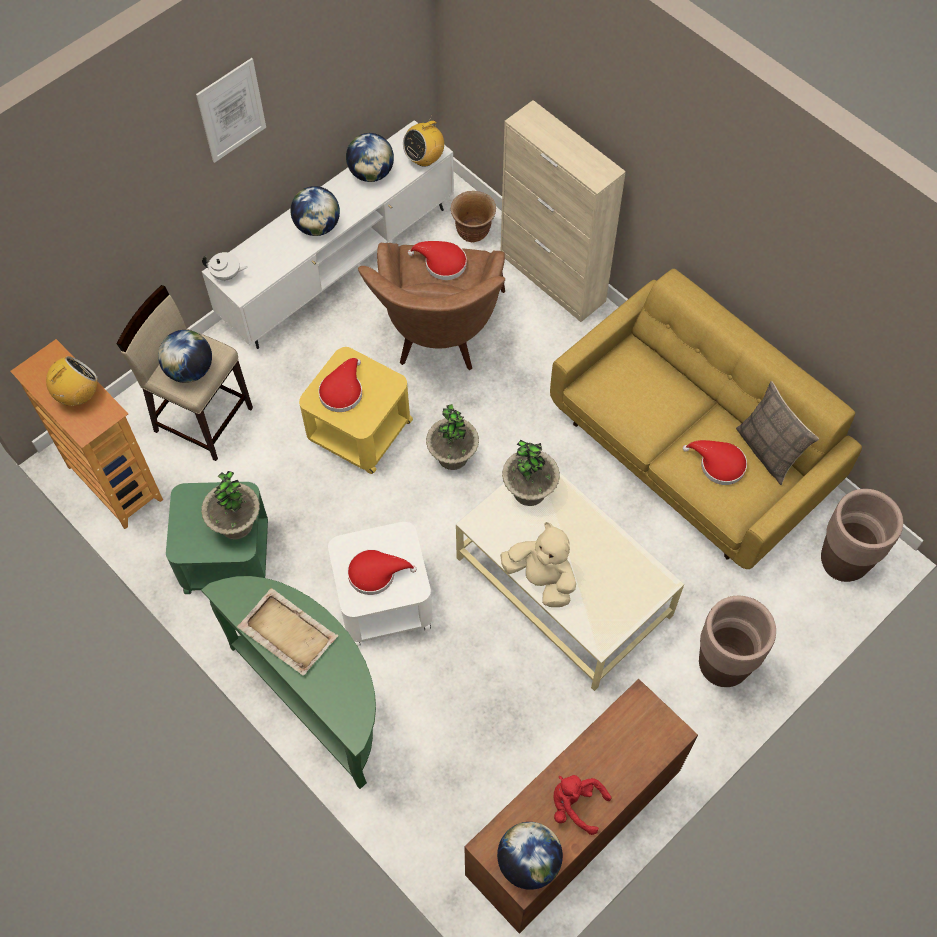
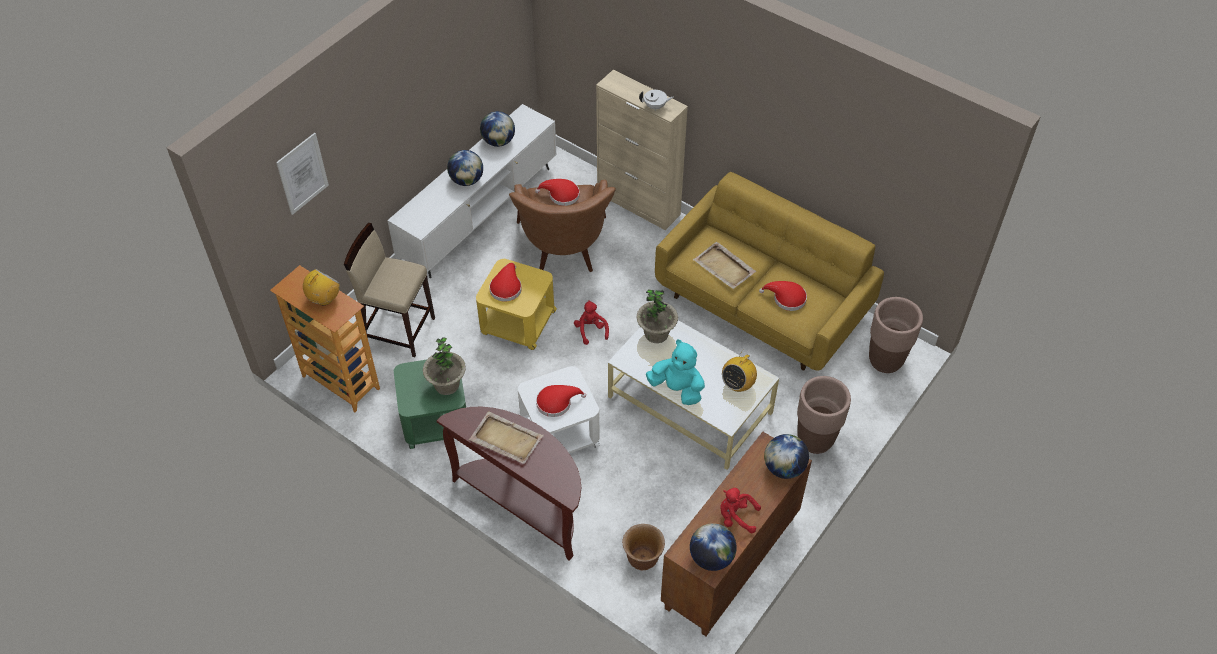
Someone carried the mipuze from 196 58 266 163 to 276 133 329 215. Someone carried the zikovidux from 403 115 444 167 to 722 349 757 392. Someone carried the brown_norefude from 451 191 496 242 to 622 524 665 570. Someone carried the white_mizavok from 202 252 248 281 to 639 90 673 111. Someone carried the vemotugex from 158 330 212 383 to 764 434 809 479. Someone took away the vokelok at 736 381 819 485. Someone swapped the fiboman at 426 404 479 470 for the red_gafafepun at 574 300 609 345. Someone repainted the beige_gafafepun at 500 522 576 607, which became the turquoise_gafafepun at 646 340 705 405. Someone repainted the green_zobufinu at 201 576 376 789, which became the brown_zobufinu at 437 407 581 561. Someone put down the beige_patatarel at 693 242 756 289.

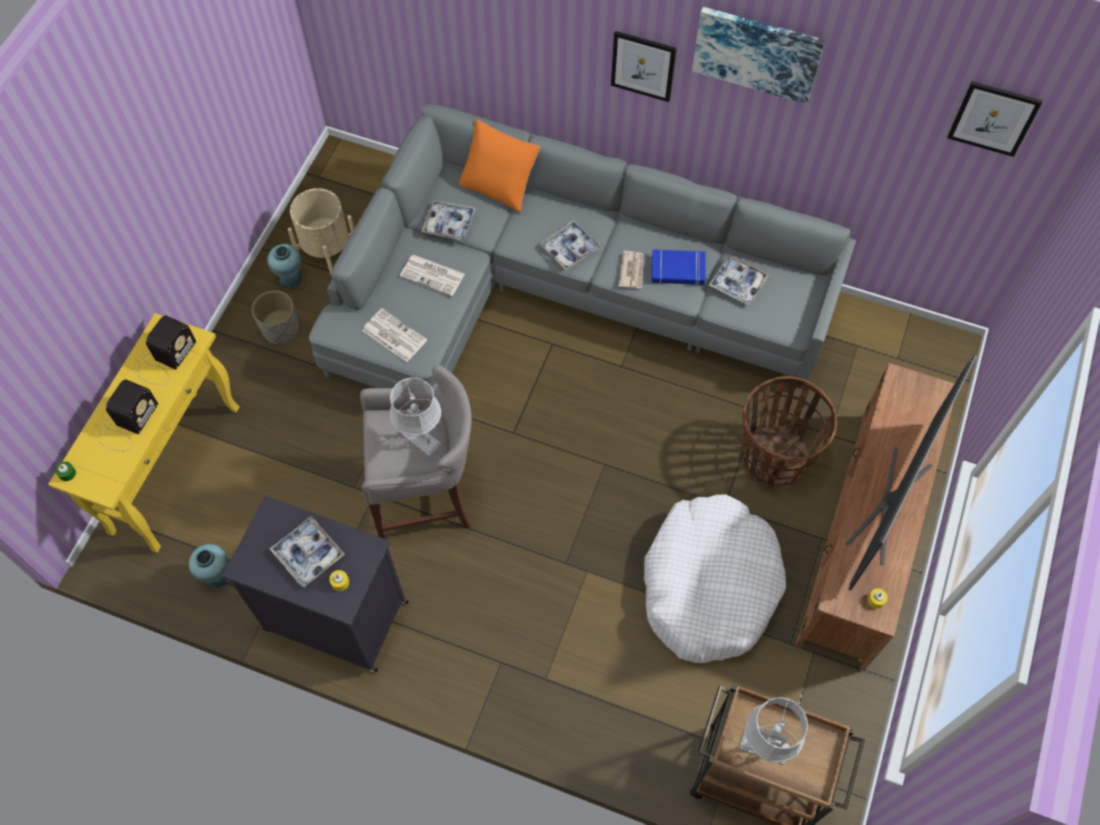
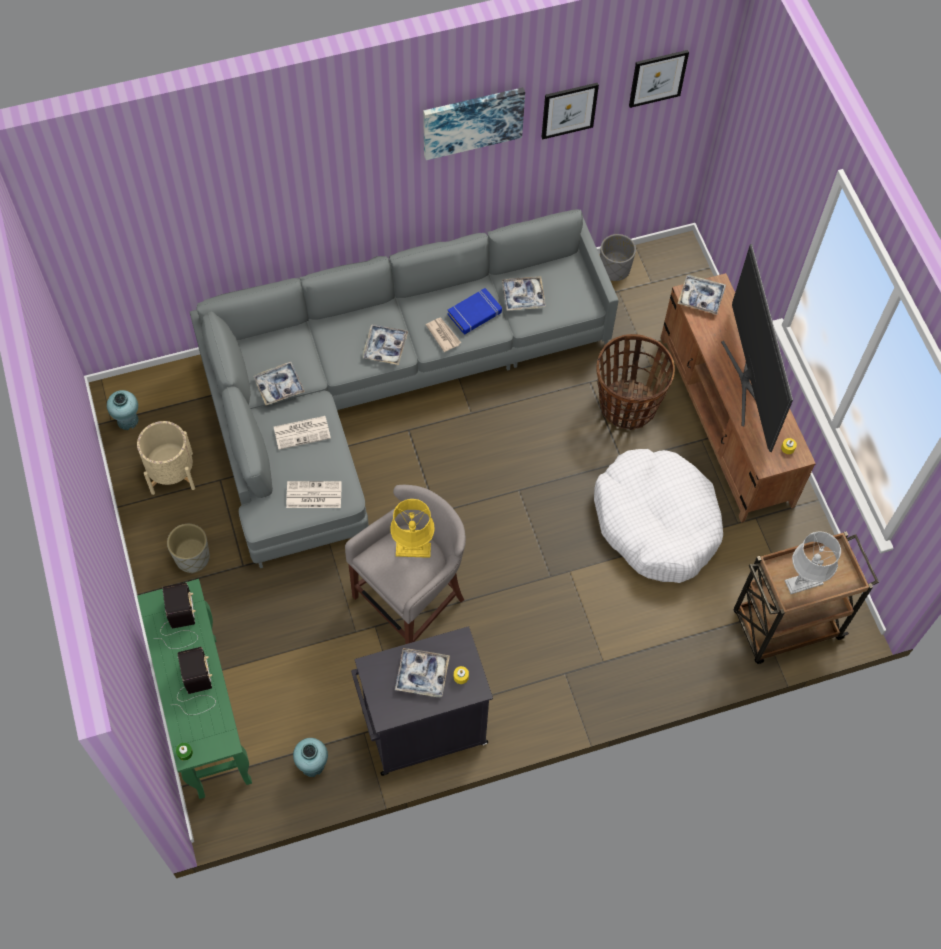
Someone carried the mipuze from 611 31 677 102 to 542 83 599 140. Someone took away the orange_vokelok at 459 119 540 212. Someone carried the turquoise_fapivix from 267 244 302 288 to 107 390 139 430. Someone repainted the yellow_zobufinu at 48 313 240 553, which became the green_zobufinu at 137 579 252 799. Someone repainted the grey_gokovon at 390 377 442 457, which became the yellow_gokovon at 390 499 434 558. Someone put down the grey_norefude at 600 234 636 281. Someone put down the patatarel at 677 275 726 315.

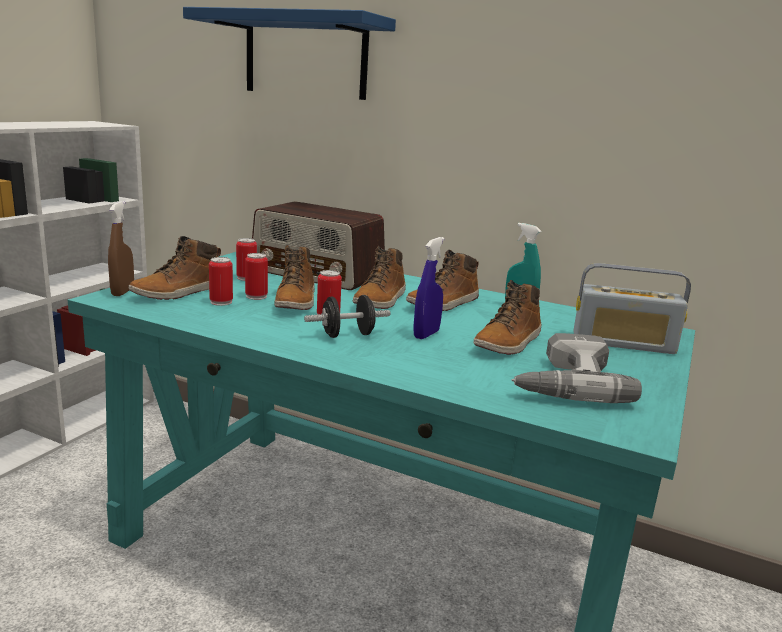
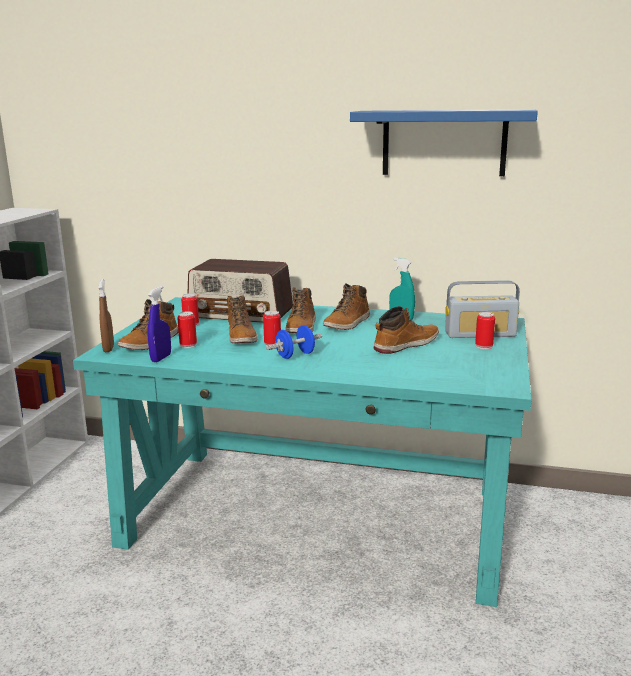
Someone carried the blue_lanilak from 183 7 396 100 to 350 109 538 176. Someone carried the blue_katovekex from 413 237 445 339 to 148 286 171 362. Someone carried the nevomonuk from 245 253 268 300 to 475 312 495 350. Someone rotated the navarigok at 473 280 542 355 by 150 degrees counterclockwise. Someone repainted the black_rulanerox at 304 295 391 338, which became the blue_rulanerox at 266 325 322 359. Someone took away the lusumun at 512 333 642 403.

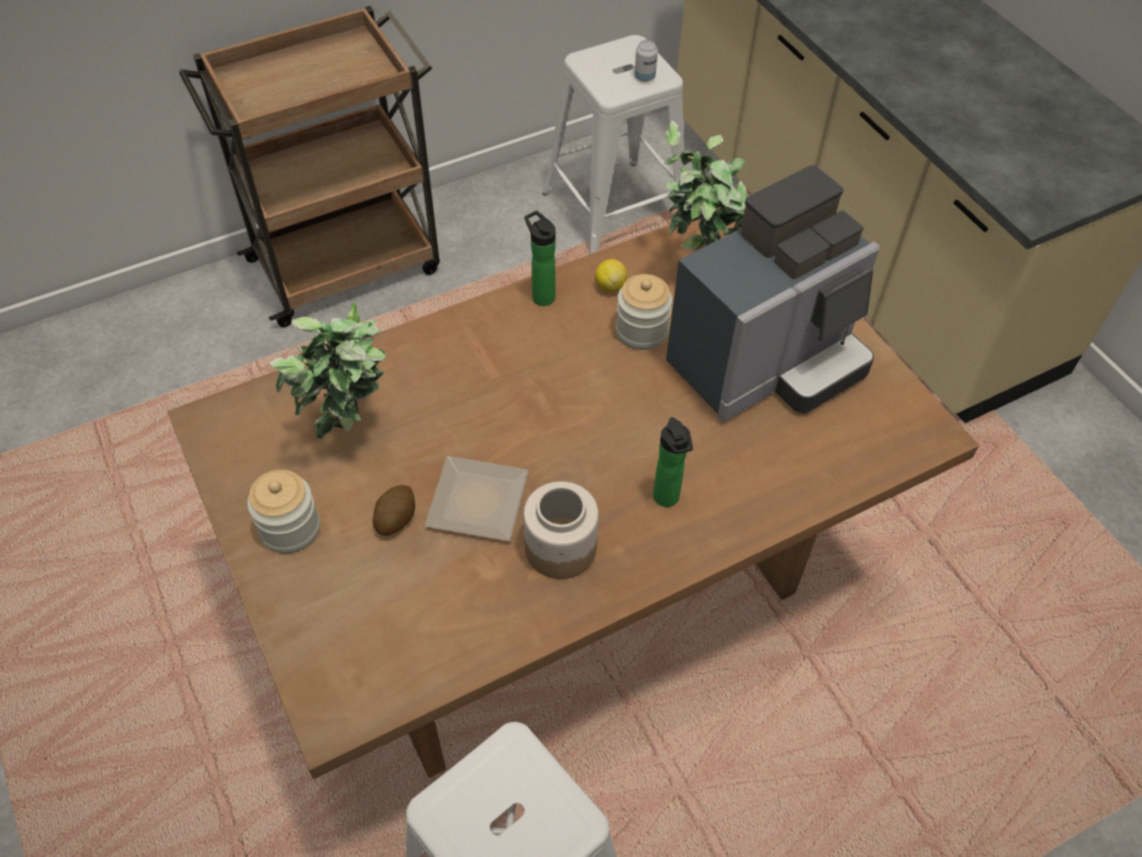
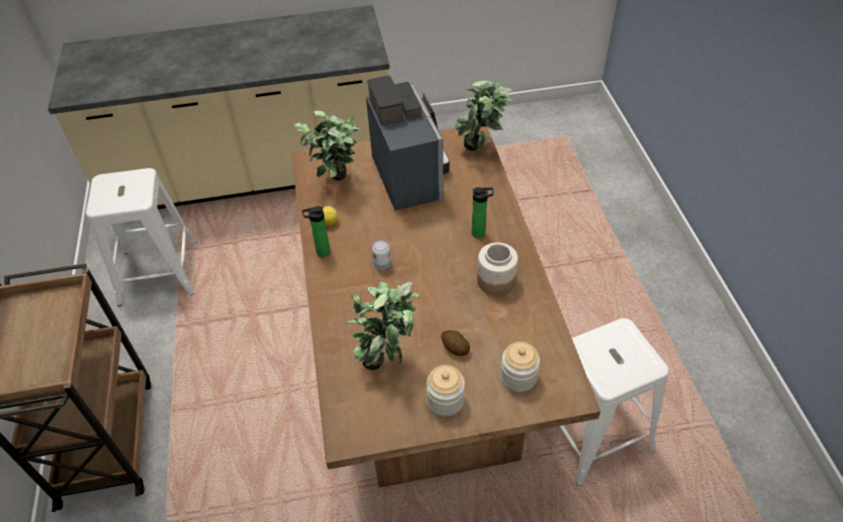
Someone carried the nevomonuk from 634 40 658 82 to 372 240 391 270. Someone carried the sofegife from 616 274 672 350 to 500 342 540 392. Someone took away the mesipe at 425 456 529 541. Someone put down the fiboman at 453 80 512 151.

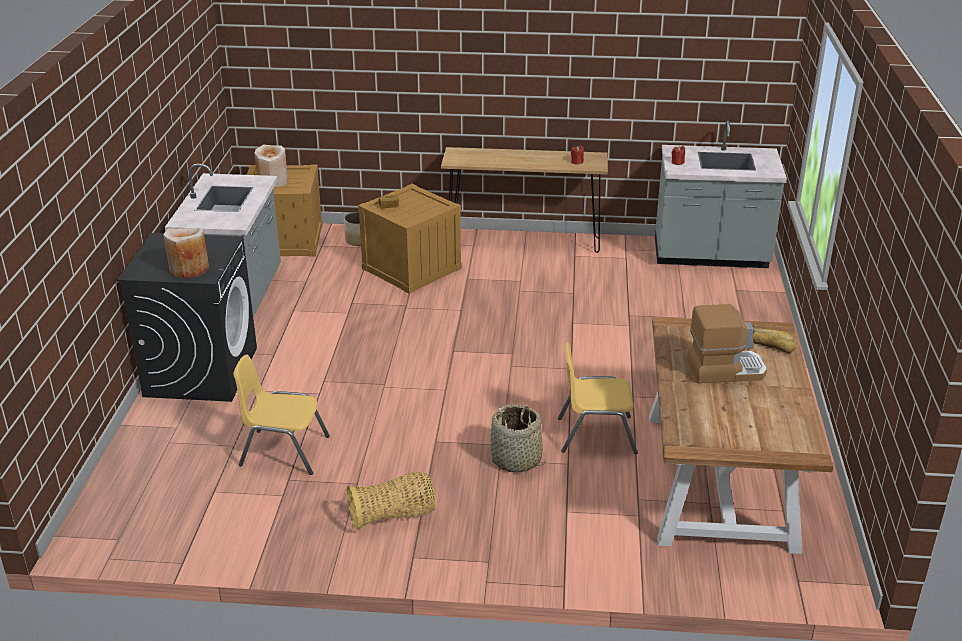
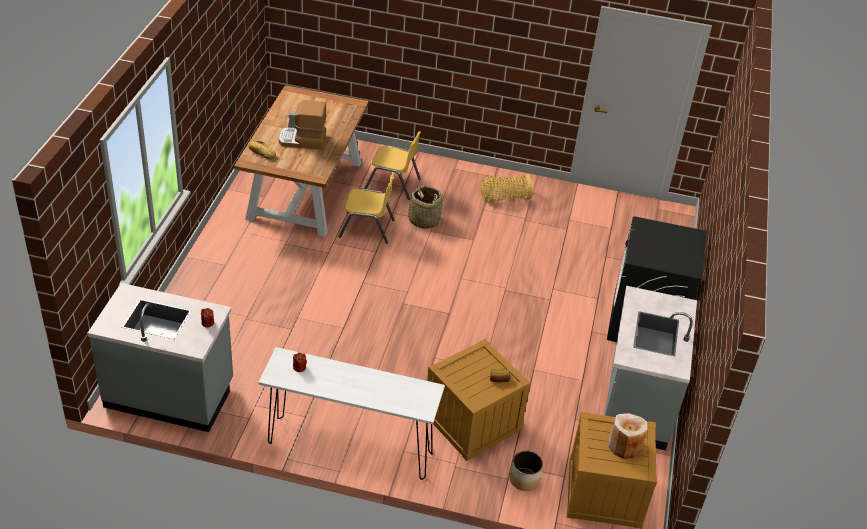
Someone repainted the brown_zobufinu at 441 147 608 253, which became the white_zobufinu at 258 347 445 480. Someone took away the beige_fapivix at 163 228 209 278. Someone carried the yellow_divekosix from 233 355 330 475 to 364 131 421 200.

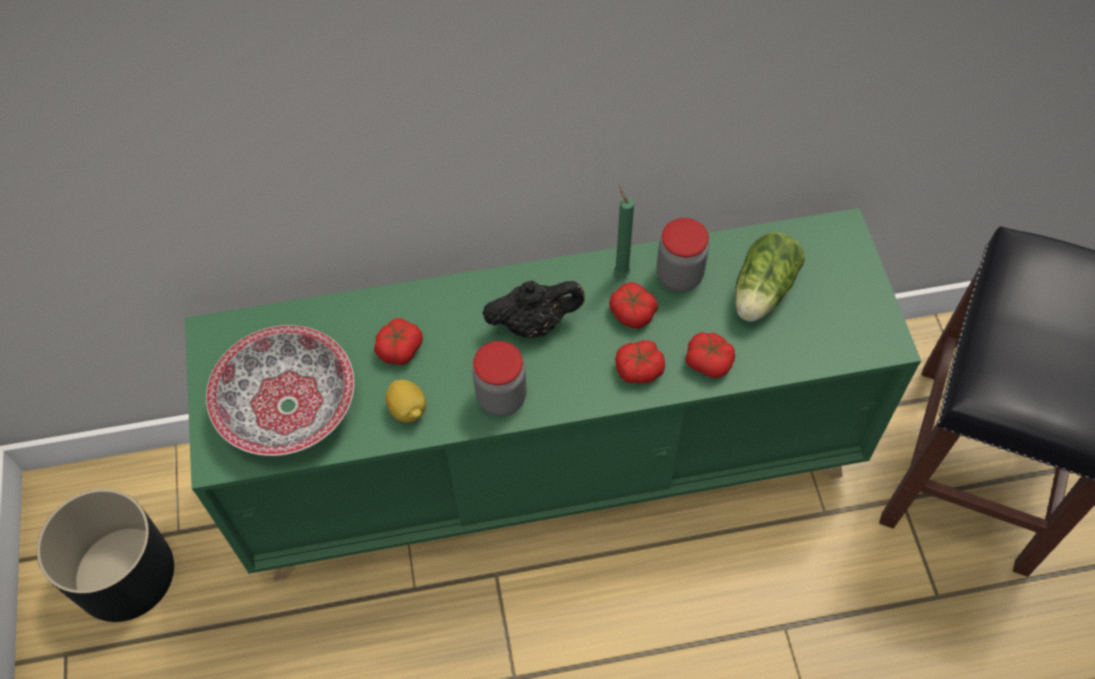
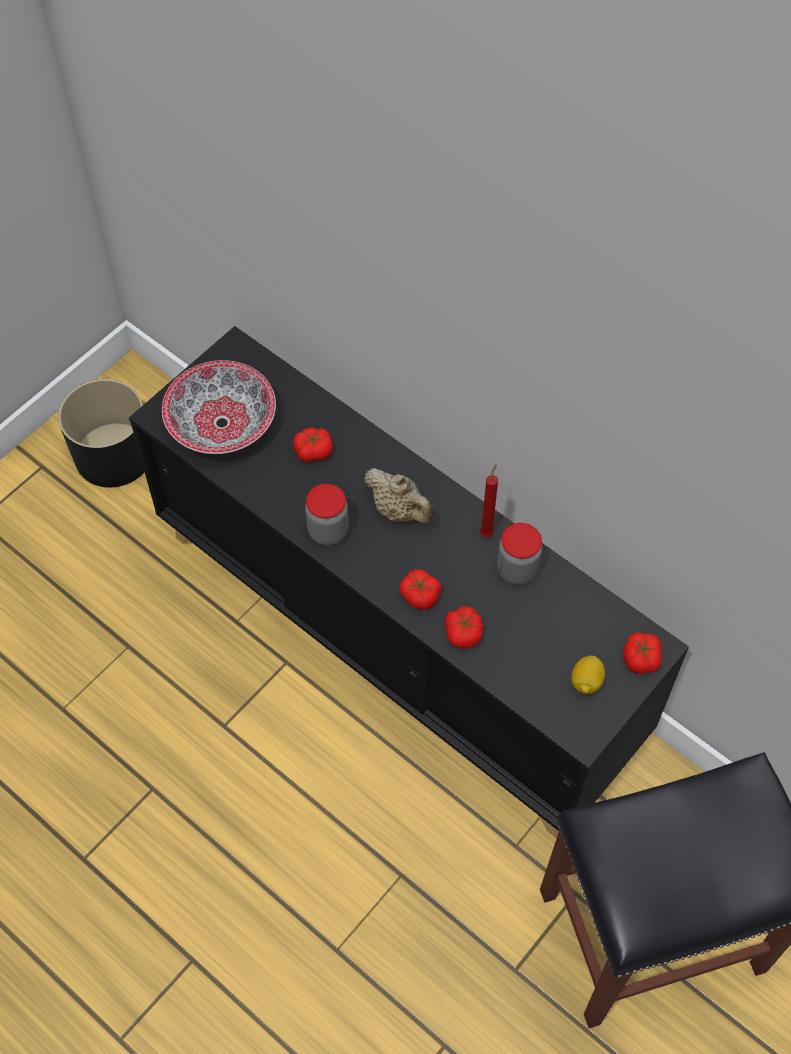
Someone repainted the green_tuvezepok at 614 184 634 277, which became the red_tuvezepok at 480 463 498 538. Someone repainted the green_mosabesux at 185 208 921 581, which became the black_mosabesux at 129 326 689 839. Someone took away the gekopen at 735 232 805 322. Someone repainted the black_mizavok at 482 281 585 338, which became the beige_mizavok at 364 468 434 524. Someone carried the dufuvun from 609 282 658 329 to 623 632 662 674. Someone carried the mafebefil from 385 380 426 423 to 571 655 605 694.

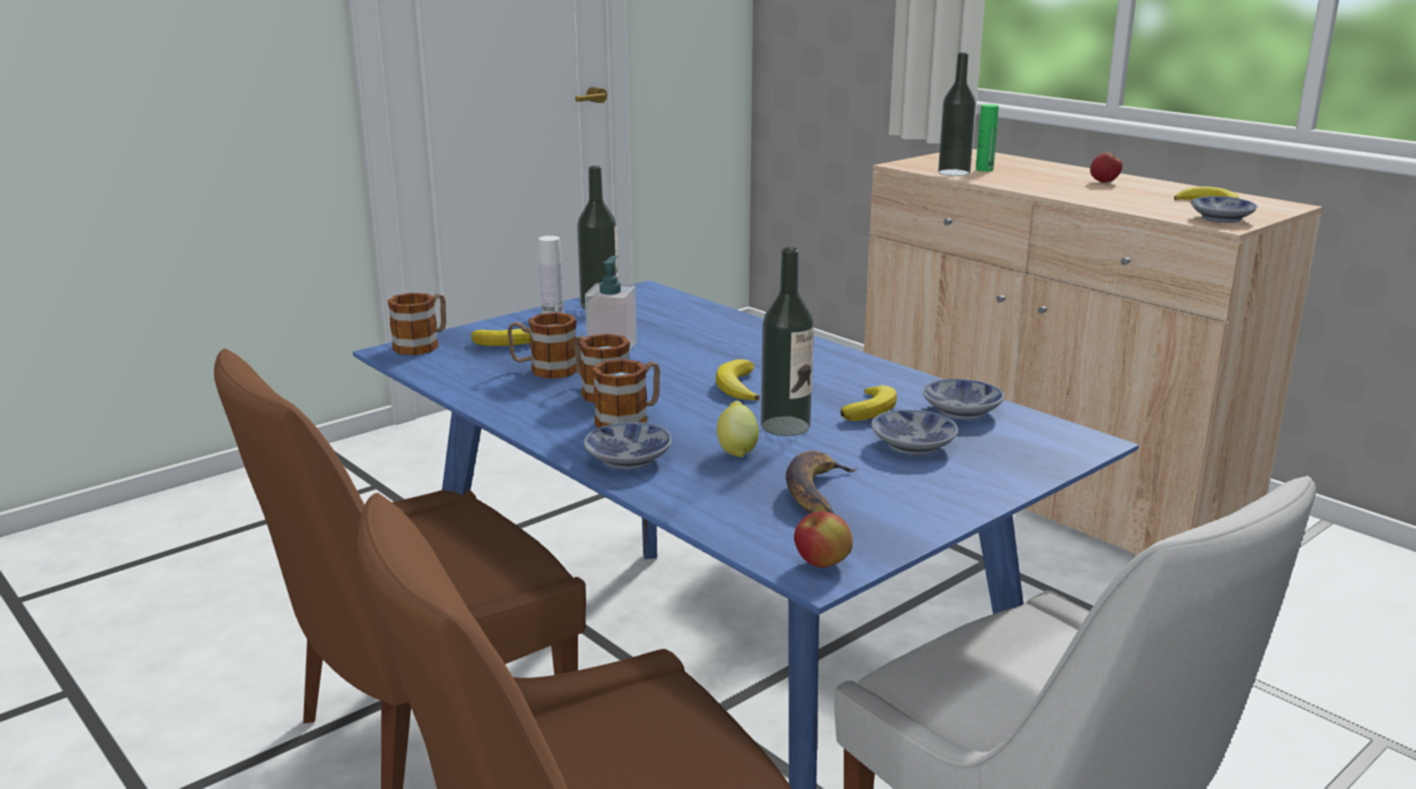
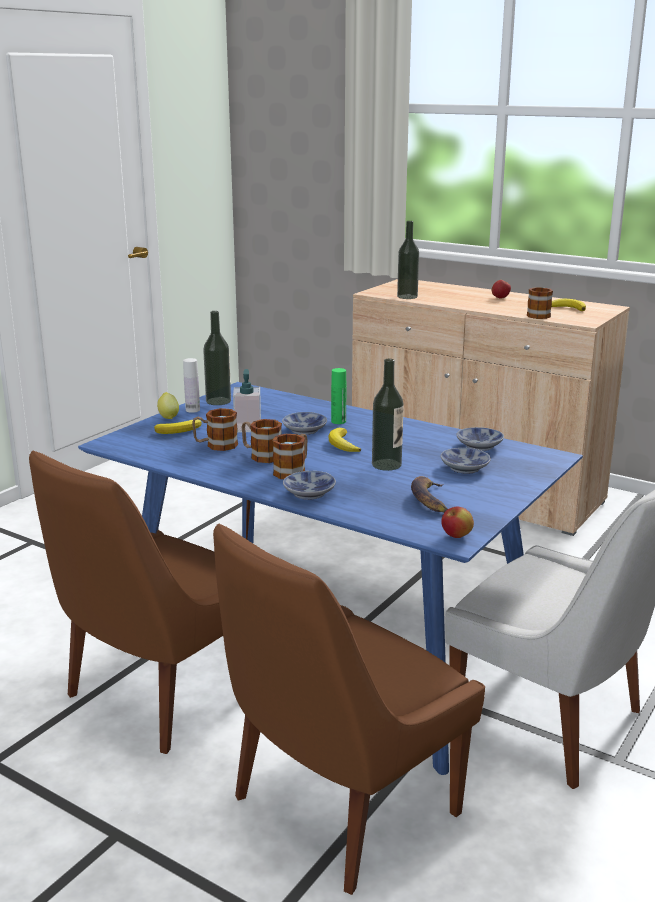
Someone carried the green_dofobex from 976 104 999 172 to 331 368 346 424. Someone carried the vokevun from 1191 196 1258 223 to 282 412 327 435. Someone carried the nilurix from 387 293 446 355 to 527 287 553 319. Someone took away the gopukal at 840 385 897 421. Someone carried the mafebefil from 717 401 759 457 to 157 392 179 419.

